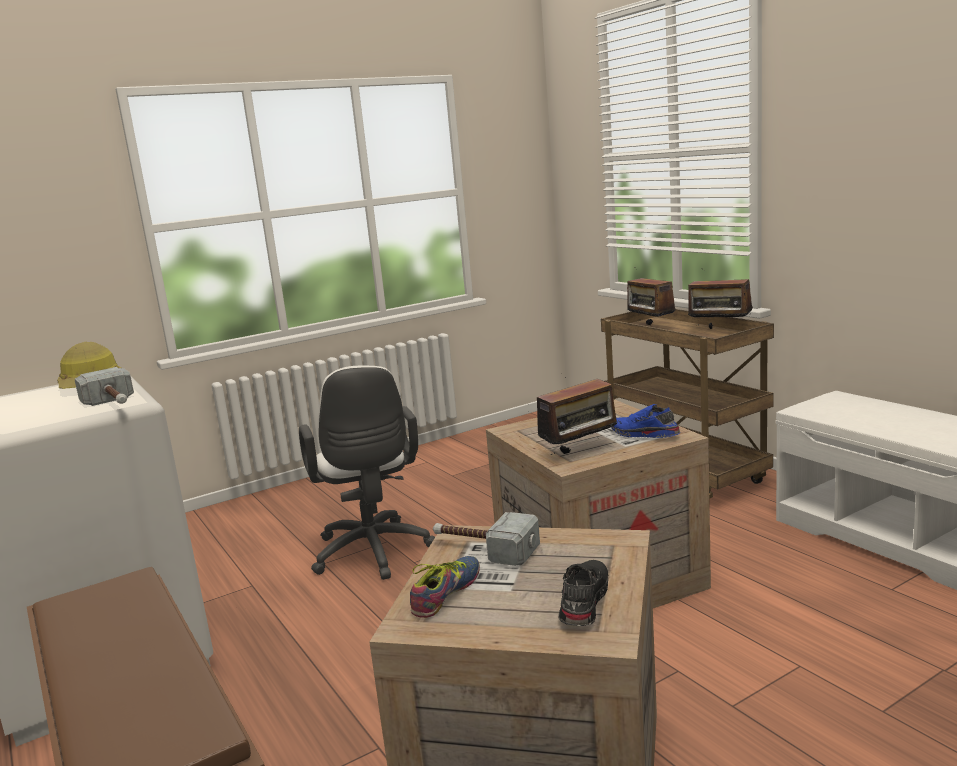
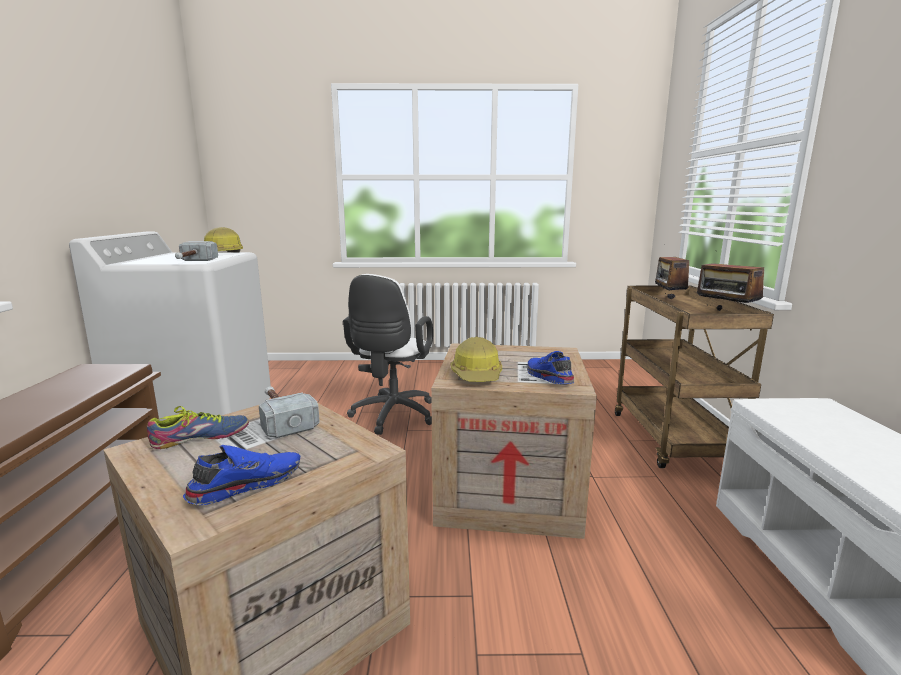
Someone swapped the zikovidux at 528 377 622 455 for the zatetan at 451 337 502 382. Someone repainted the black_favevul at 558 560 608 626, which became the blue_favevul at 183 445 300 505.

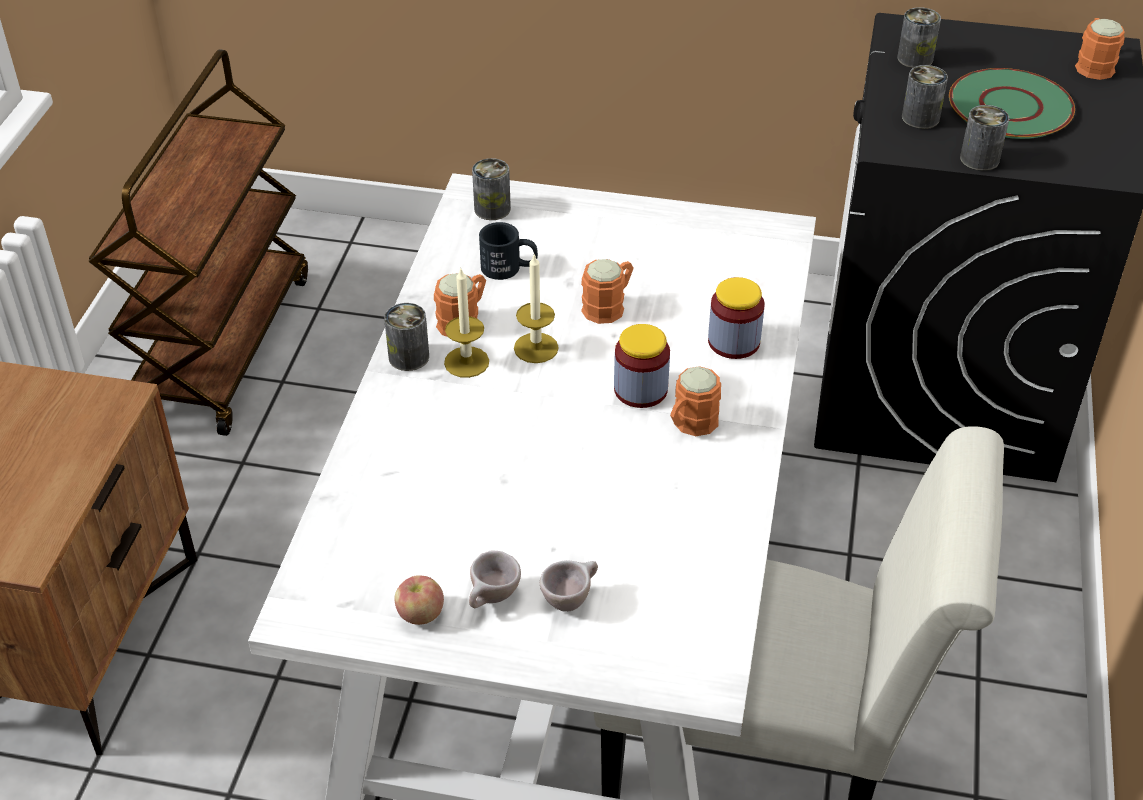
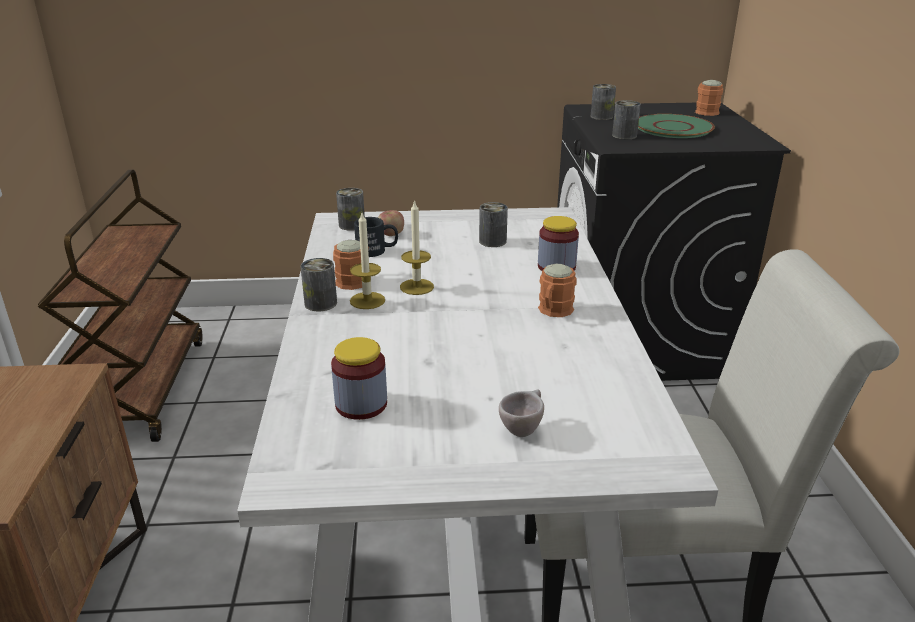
Someone carried the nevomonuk from 960 105 1009 171 to 479 202 508 247. Someone took away the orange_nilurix at 581 259 634 324. Someone carried the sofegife from 614 324 670 408 to 331 337 387 420. Someone took away the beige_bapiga at 469 550 521 608. Someone carried the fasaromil from 395 575 444 625 to 378 210 404 236.

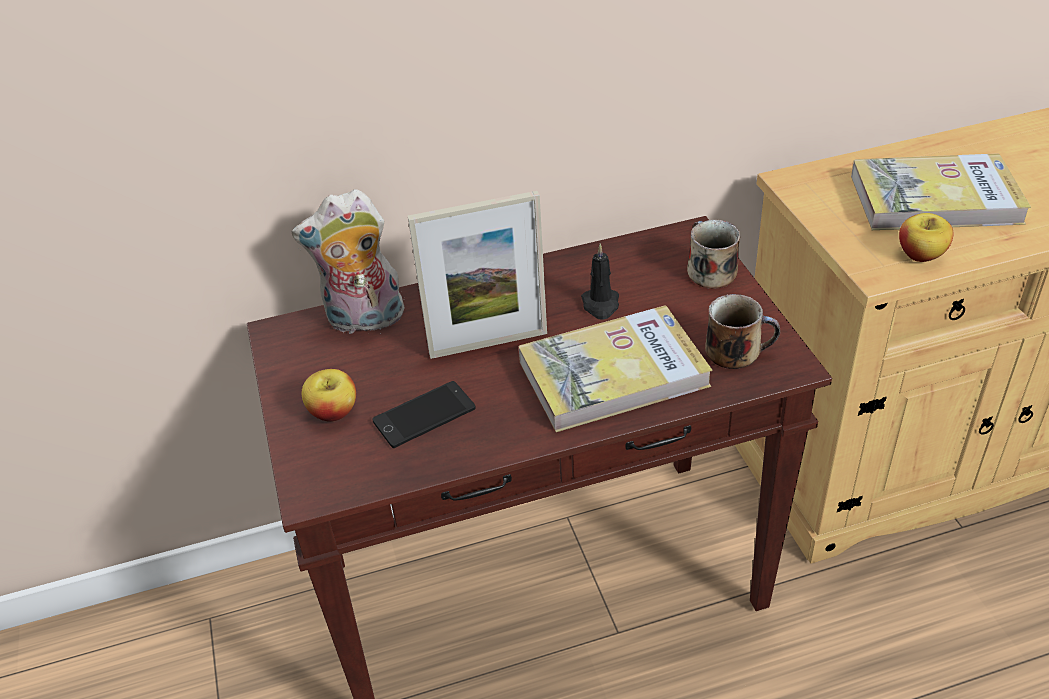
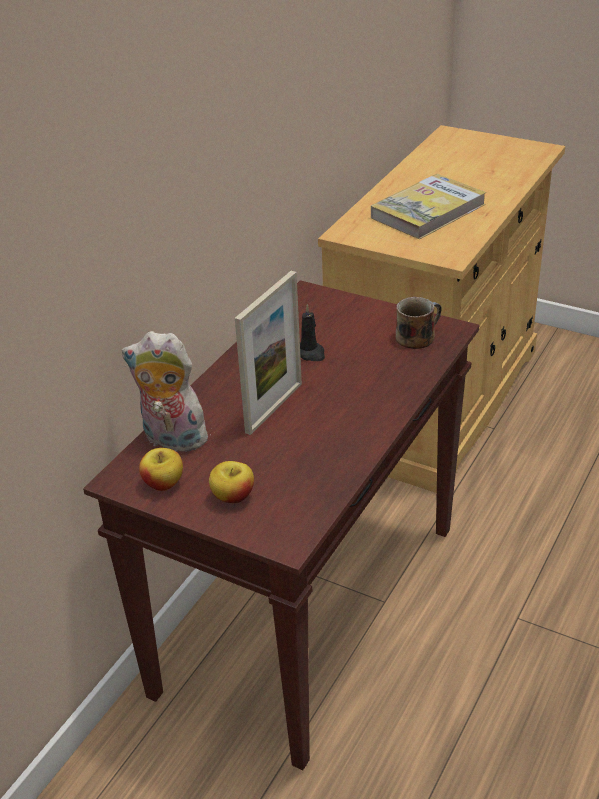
Someone rotated the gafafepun at 292 189 404 334 by 75 degrees clockwise. Someone carried the fasaromil from 899 213 954 262 to 139 448 183 491. Someone took away the nilurix at 687 220 740 289. Someone took away the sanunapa at 519 305 713 432. Someone took away the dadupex at 372 381 476 448.

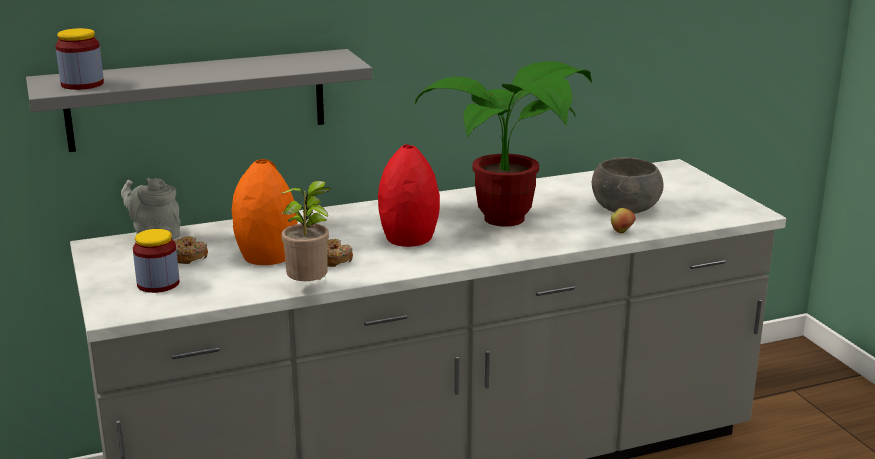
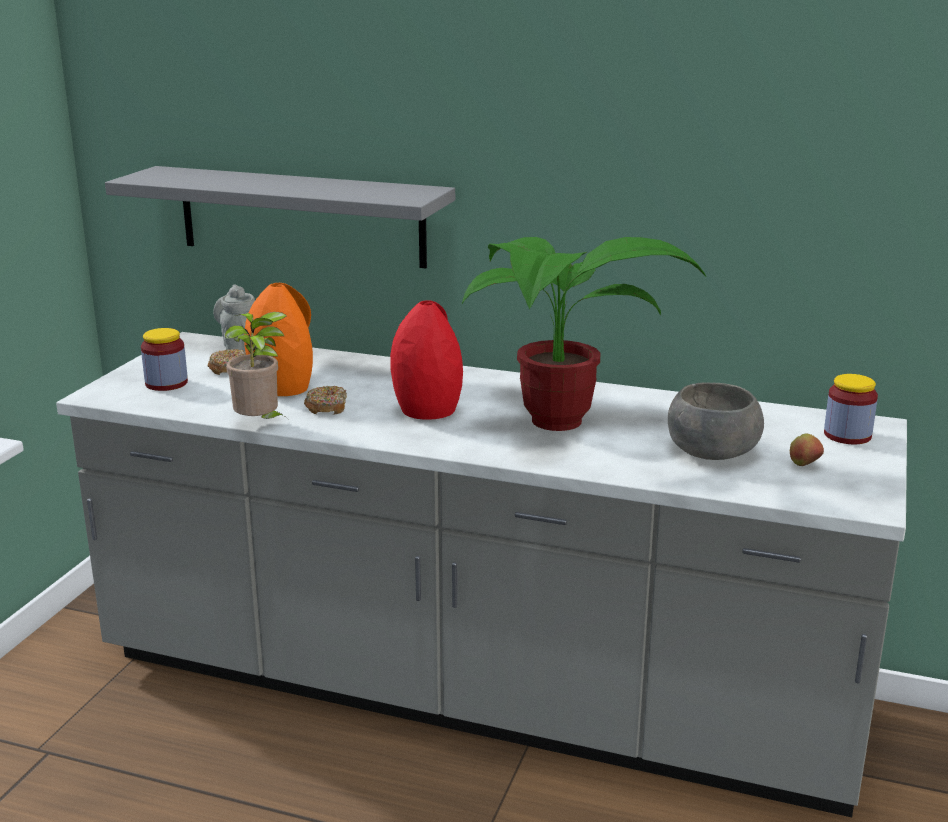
Someone carried the sofegife from 55 28 104 90 to 824 374 878 444. Someone carried the fasaromil from 611 208 636 233 to 790 434 824 466.

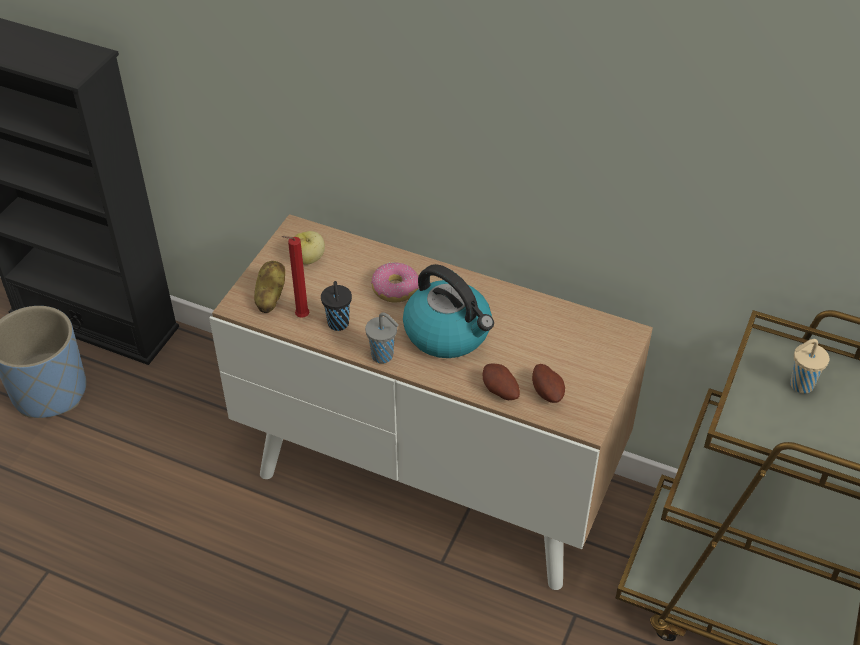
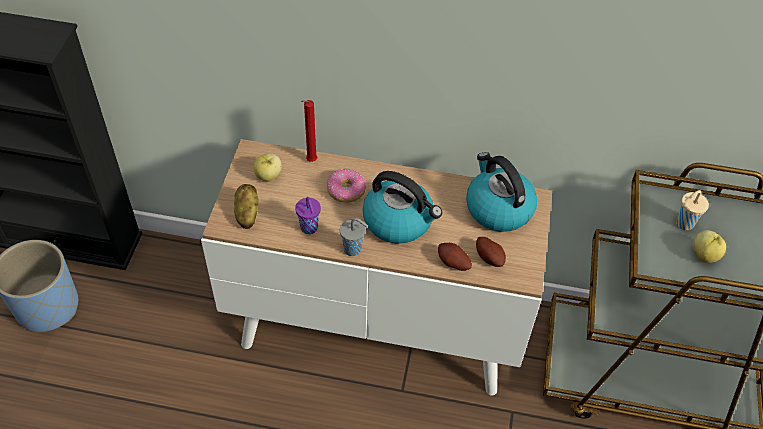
Someone carried the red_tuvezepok from 282 236 310 318 to 301 100 317 162. Someone repainted the black_bapiga at 321 281 352 331, which became the purple_bapiga at 295 197 321 234. Someone put down the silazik at 466 152 537 232. Someone put down the fasaromil at 692 230 726 263.

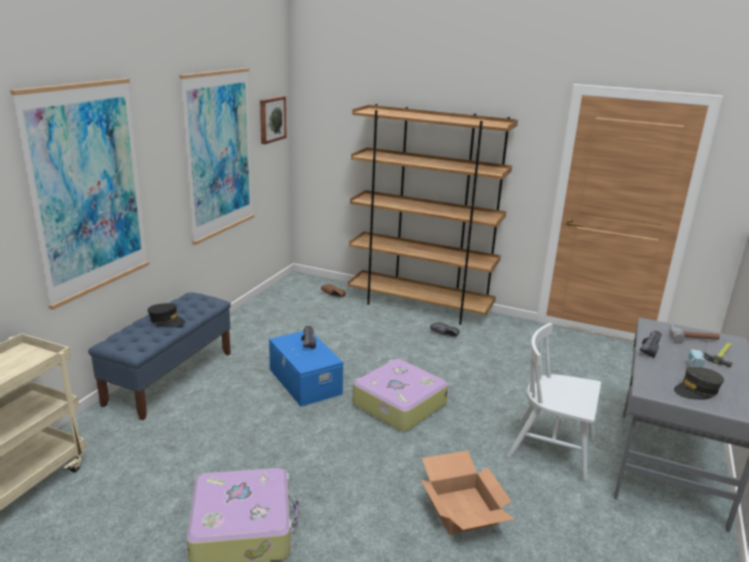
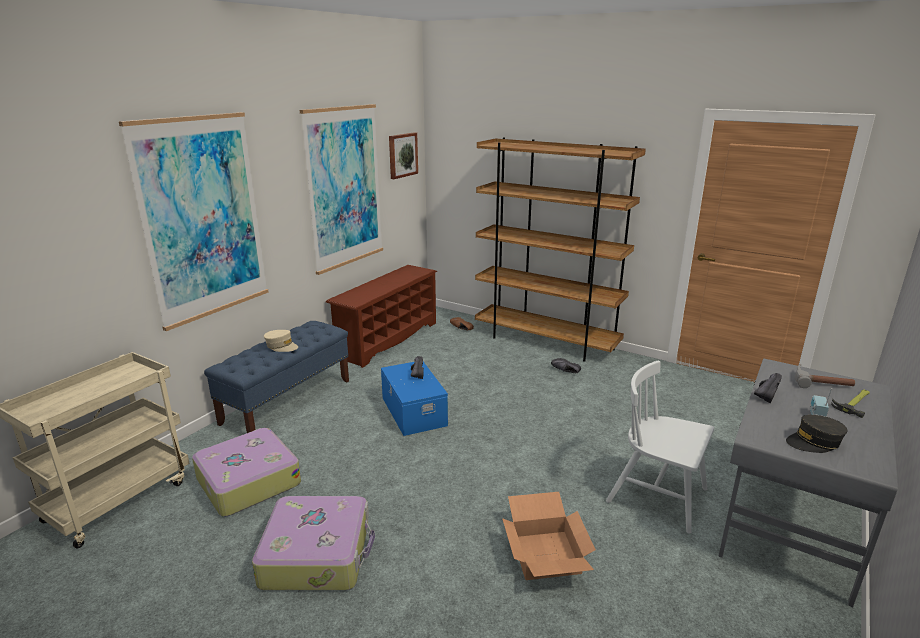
Someone repainted the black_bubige at 148 303 185 327, which became the beige_bubige at 264 330 298 352. Someone carried the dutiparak from 353 359 448 431 to 192 428 301 517. Someone put down the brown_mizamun at 326 265 437 368.

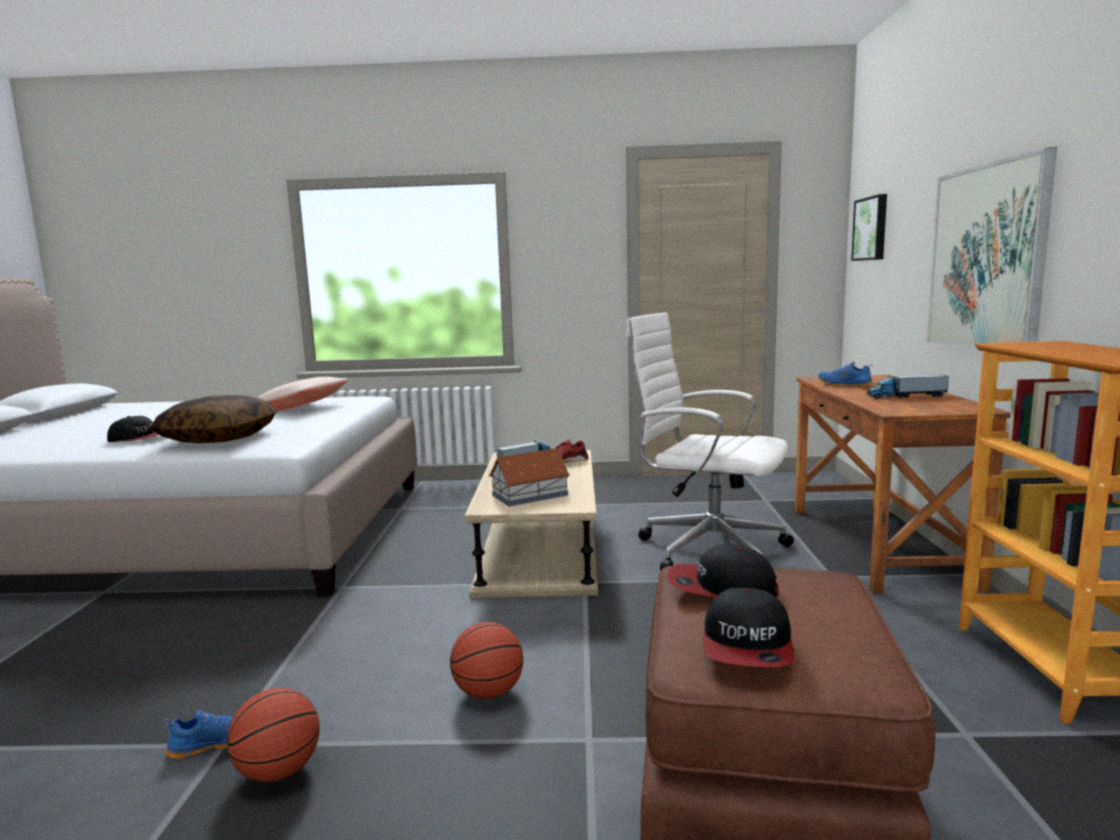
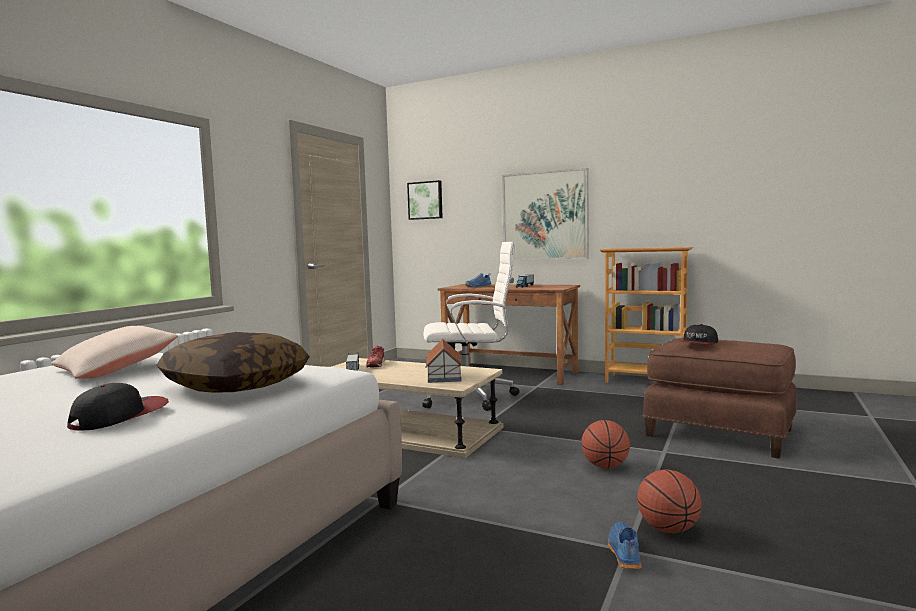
Someone rotated the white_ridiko at 626 312 794 570 by 150 degrees counterclockwise. Someone took away the bubige at 703 588 794 667.

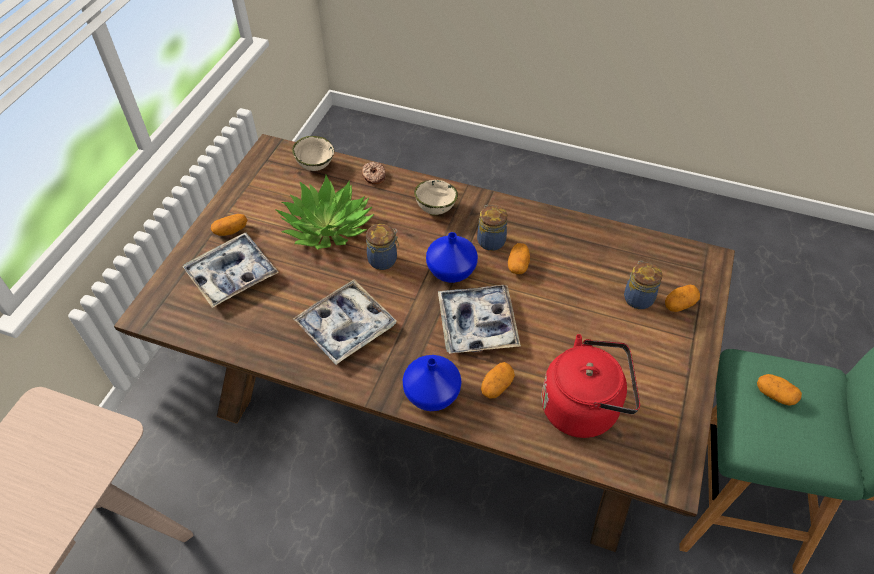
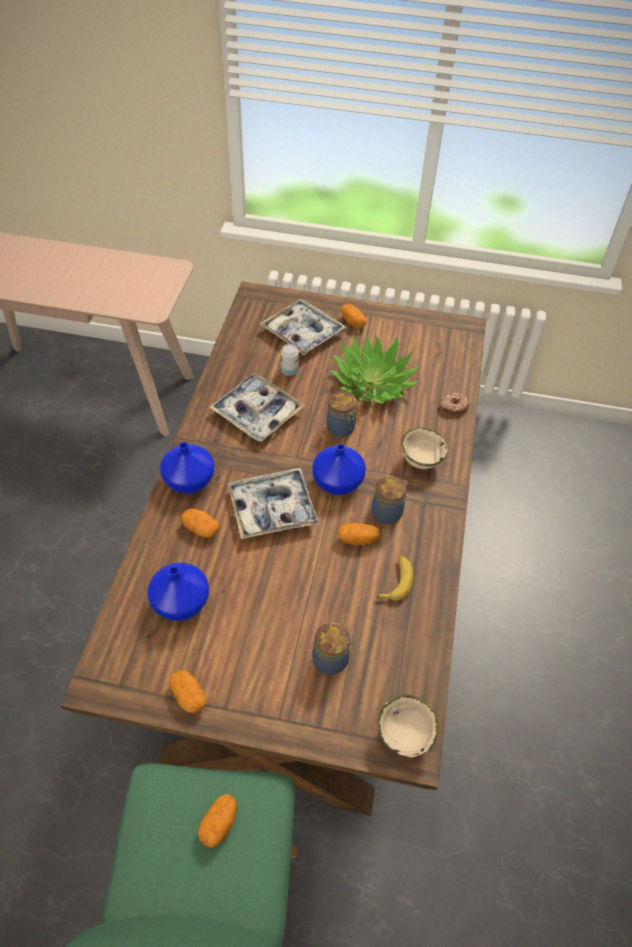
Someone carried the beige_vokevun from 292 136 334 171 to 377 695 439 758. Someone carried the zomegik from 665 285 700 312 to 169 670 207 713. Someone swapped the red_silazik at 541 334 640 438 for the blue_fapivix at 147 563 209 621. Someone put down the nevomonuk at 281 344 299 376. Someone put down the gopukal at 376 555 414 601.

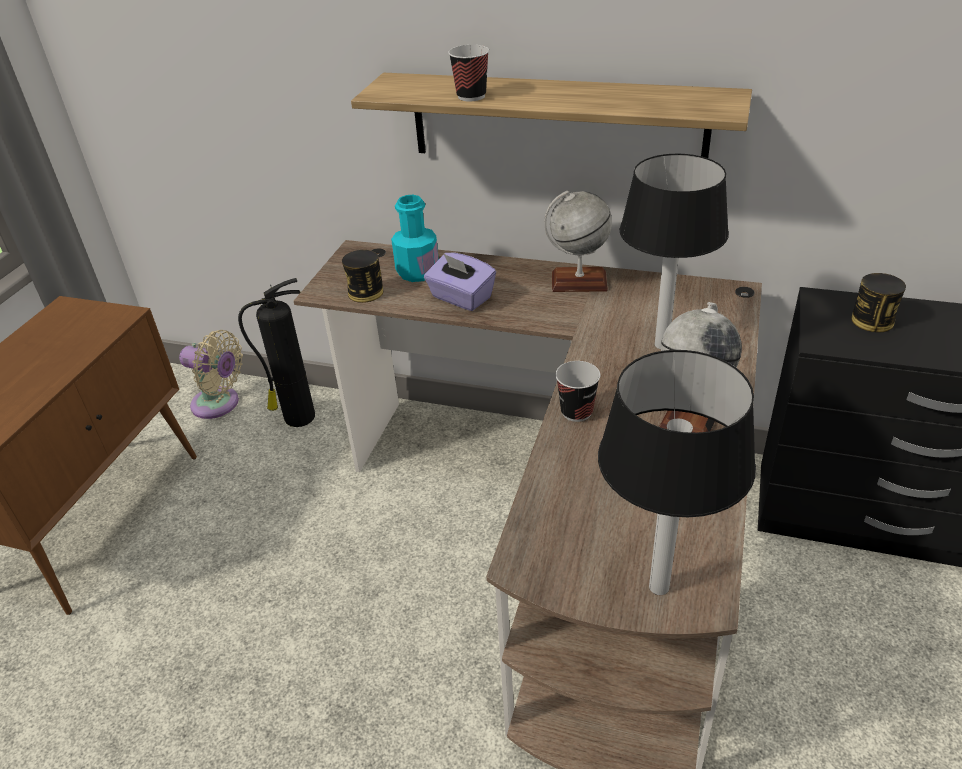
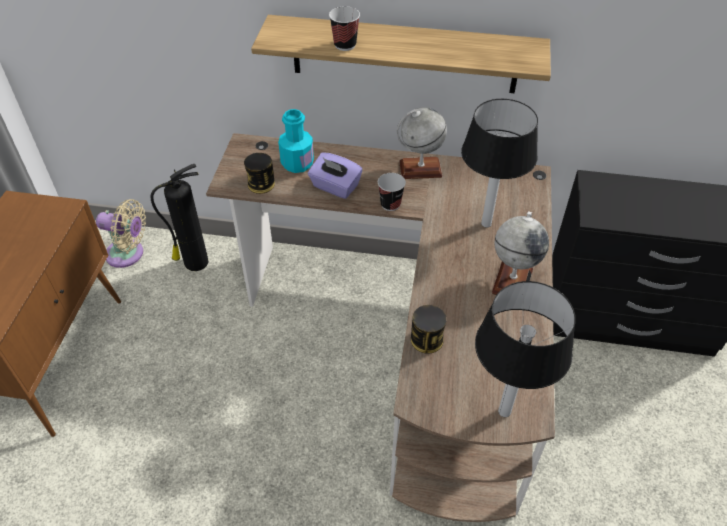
Someone carried the nevomonuk from 851 273 906 333 to 411 305 447 354. Someone carried the bapiga from 555 361 600 422 to 378 173 406 211.

